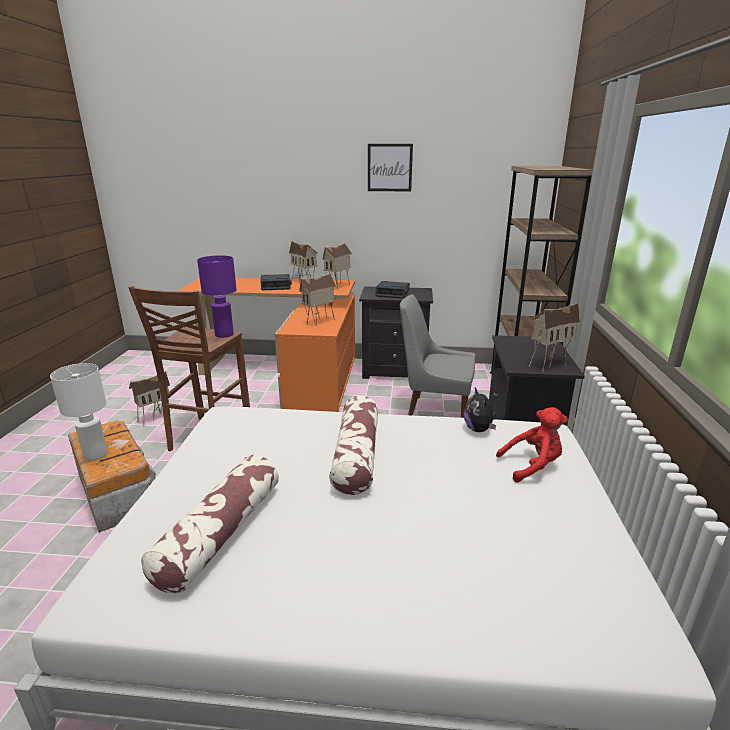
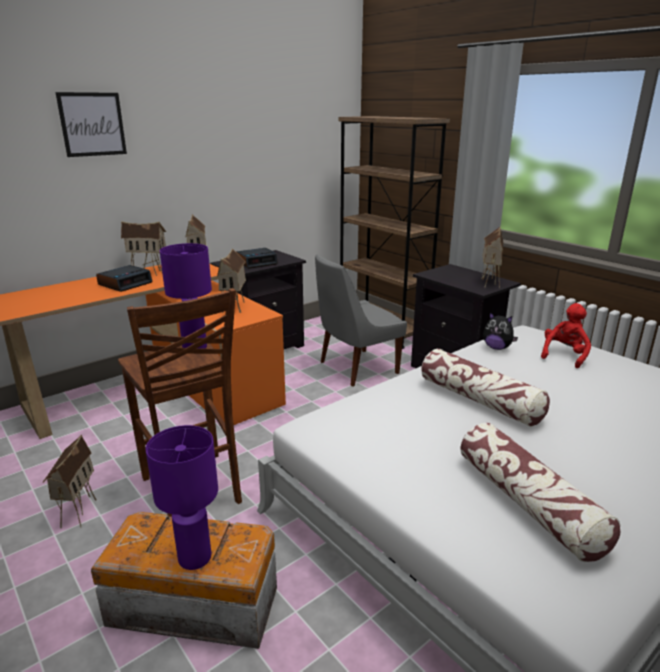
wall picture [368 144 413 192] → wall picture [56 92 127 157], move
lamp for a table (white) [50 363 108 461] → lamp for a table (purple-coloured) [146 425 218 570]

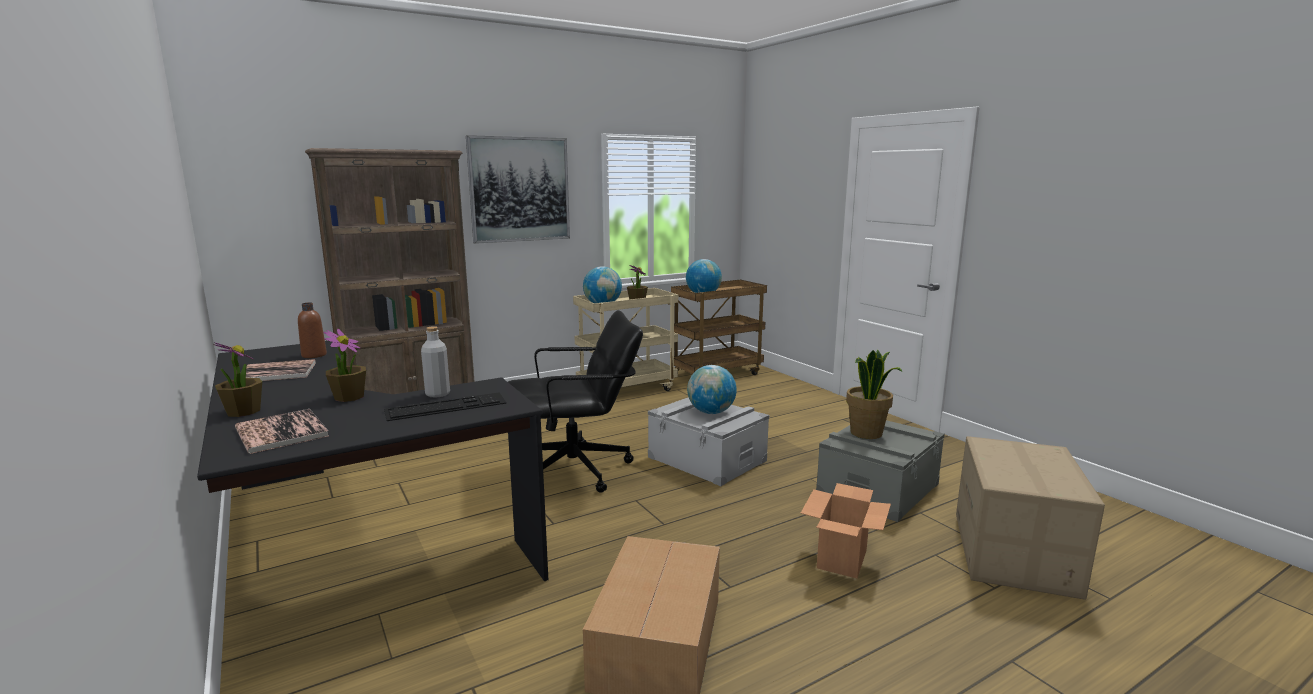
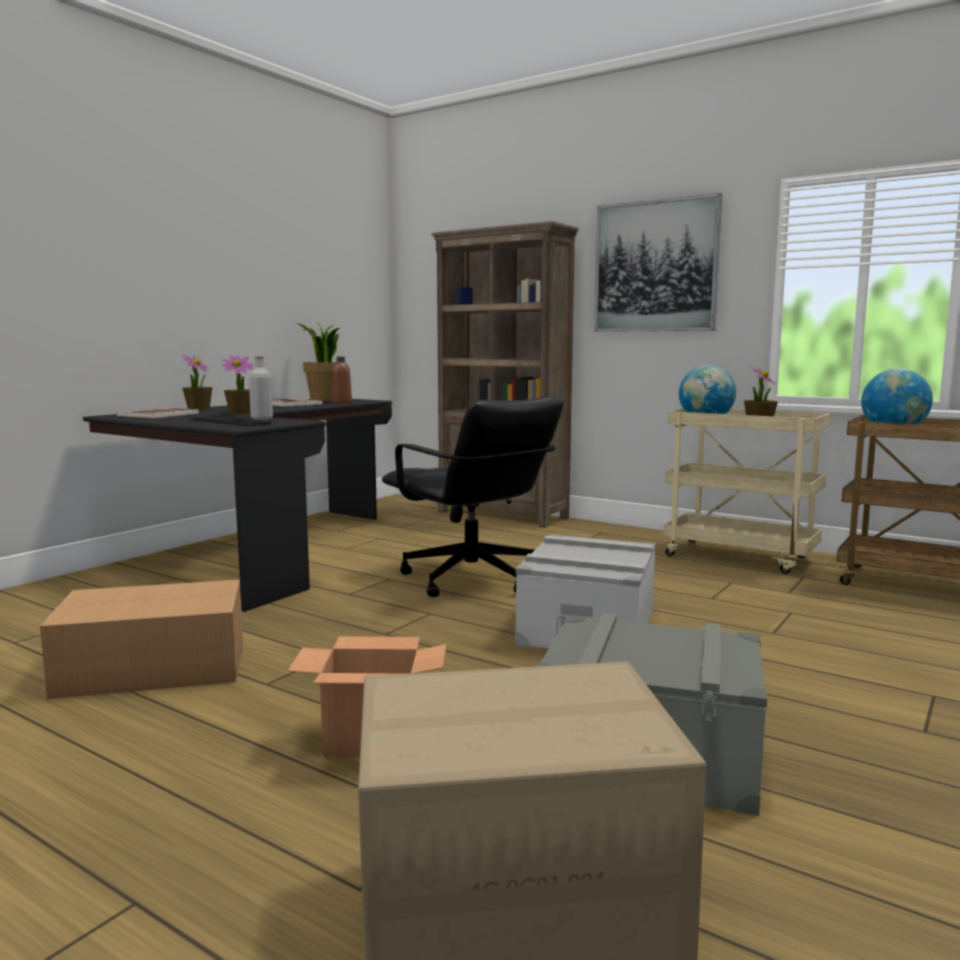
world globe [687 365 737 414] → -
potted plant [846 349 902 439] → potted plant [297 322 340 401], move

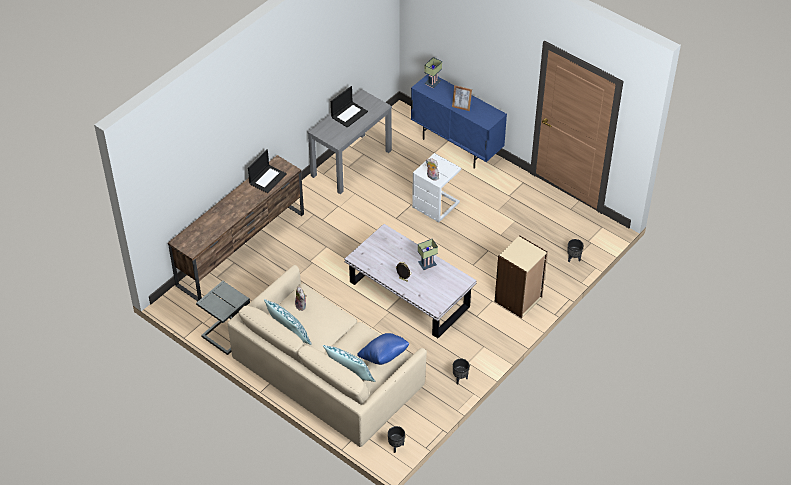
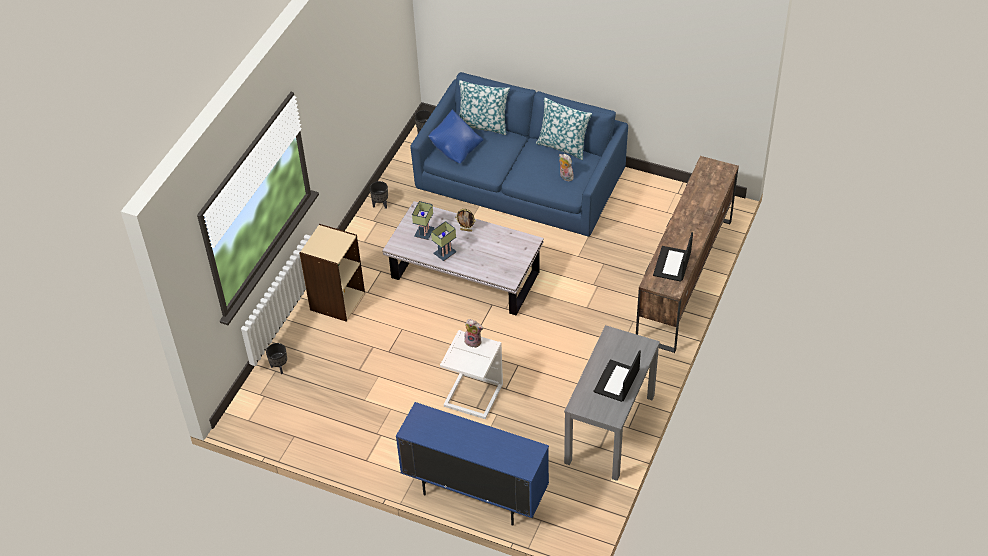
accent table (grey) [196 281 250 355] → -
picture frame [452 85 472 111] → -
lamp for a table [424 57 442 88] → lamp for a table [412 201 434 240], move
settee (beige-coloured) [227 265 427 447] → settee (blue-coloured) [410 72 628 236]

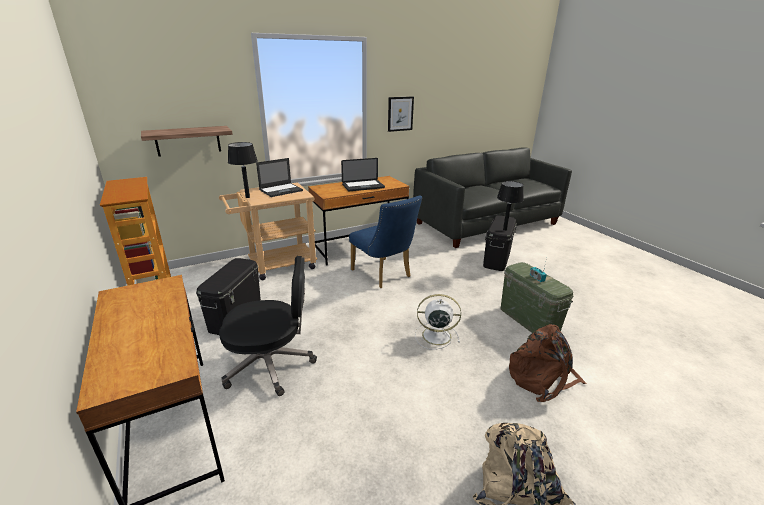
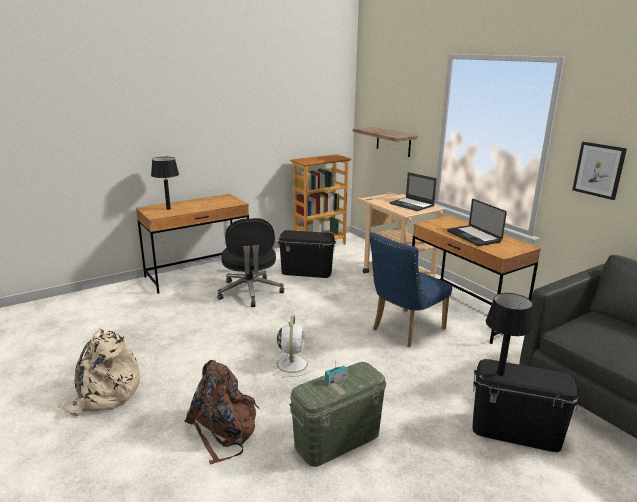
lamp for a table (black-coloured) [228 142 258 198] → lamp for a table (black-coloured) [151 157 179 210], move

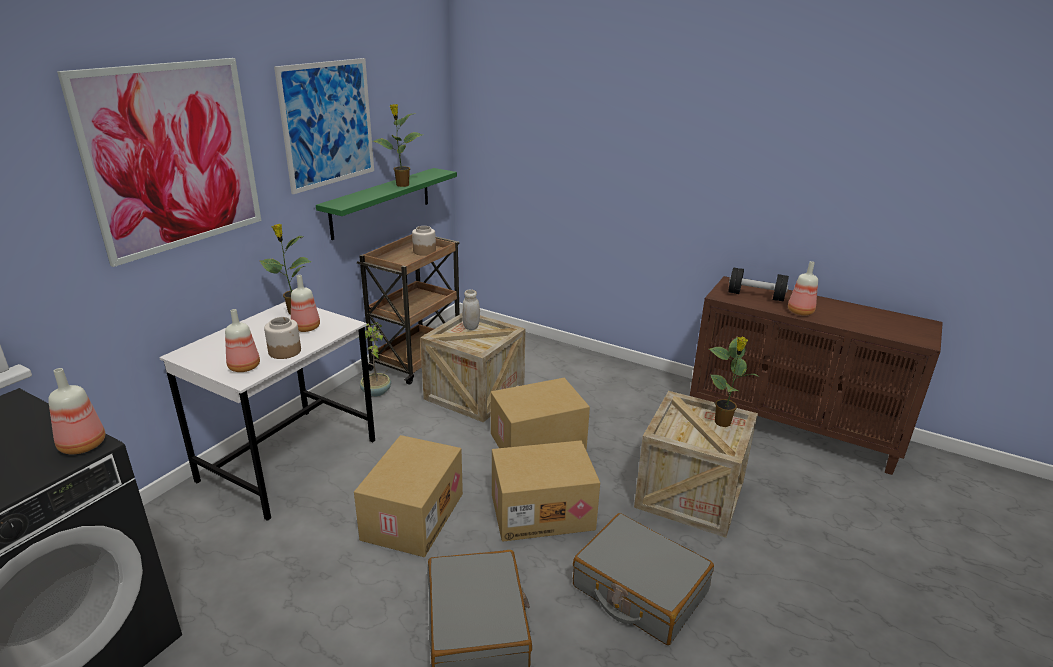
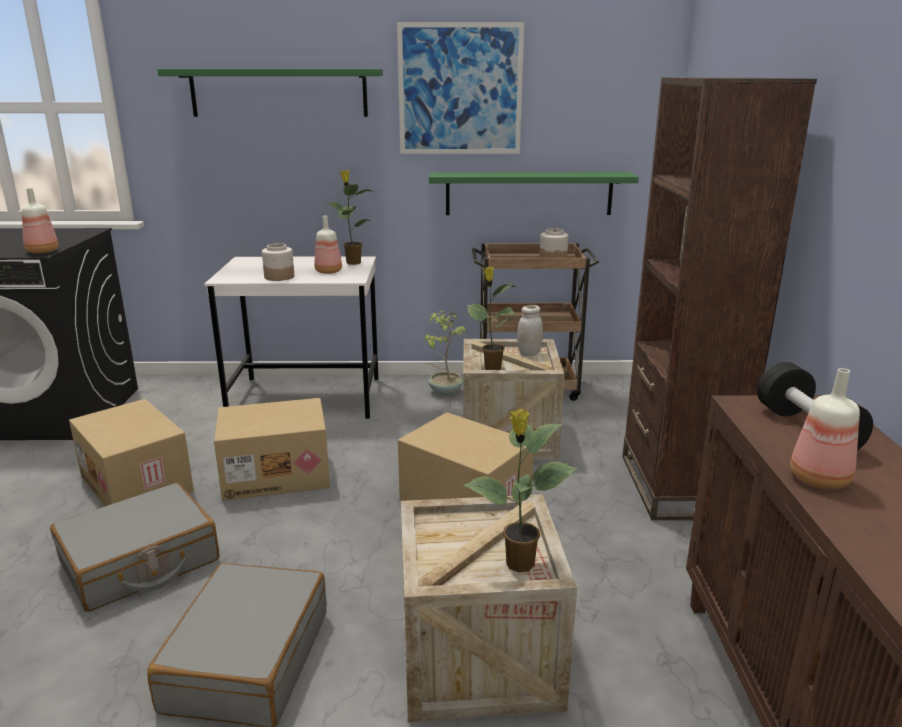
drink bottle [225 309 260 372] → -
- → bookshelf (brown) [623 77 817 520]
potted plant [373 104 423 187] → potted plant [467 267 516 370], move
packing box [492 440 600 542] → packing box [69 399 194 506], move
wall picture [57 58 261 267] → bracket shelf (green-coloured) [157 69 383 117]

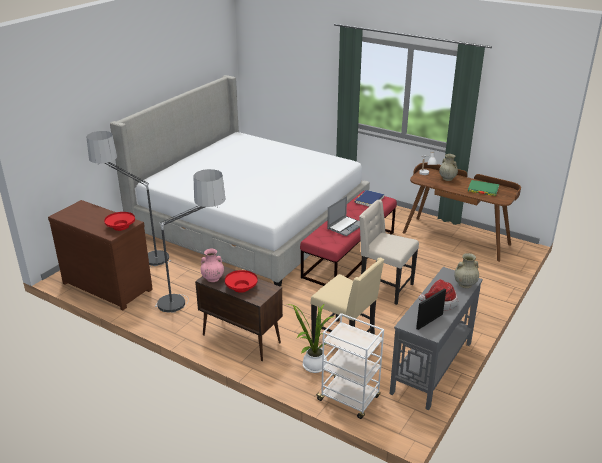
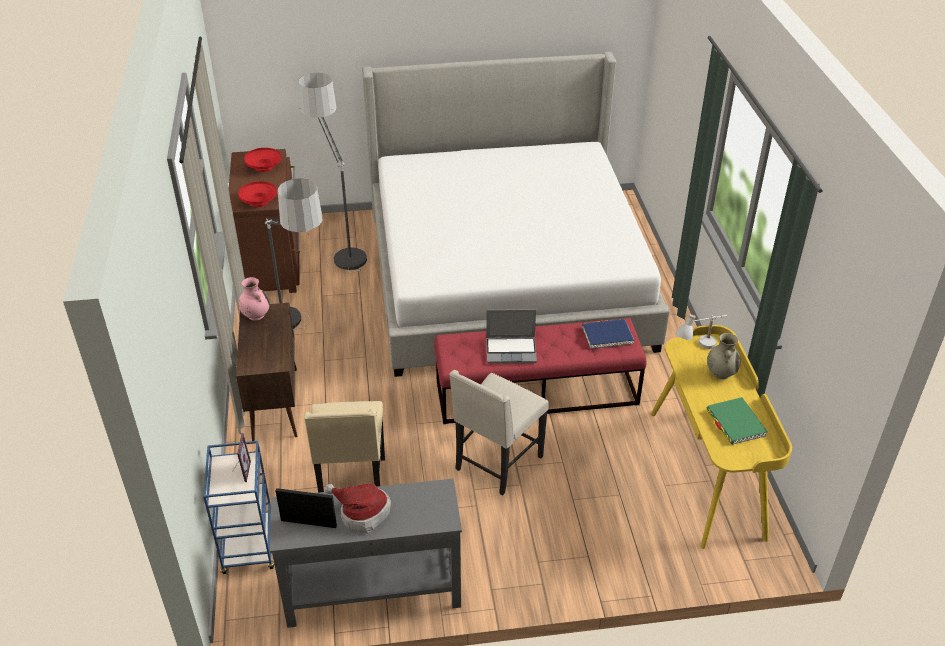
potted plant [287 303 335 373] → -
vase (beige-coloured) [454 253 479 288] → -
- → picture frame [233 433 251 482]
serving bowl (red-coloured) [225 270 258 293] → serving bowl (red-coloured) [244 148 281 172], move
trolley (white) [315 313 384 419] → trolley (blue-coloured) [203 441 274 574]
desk (brown) [403 162 521 262] → desk (yellowish) [651 325 792 549]
chair (beige-coloured) [359 200 419 305] → chair (beige-coloured) [449 370 549 495], 135 degrees counterclockwise

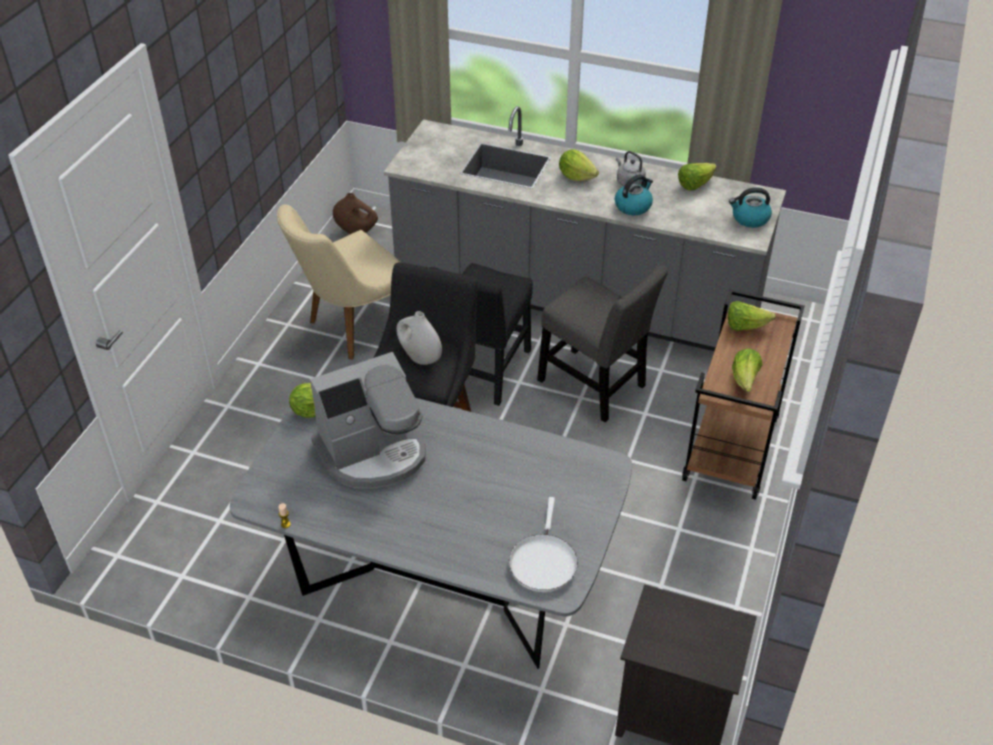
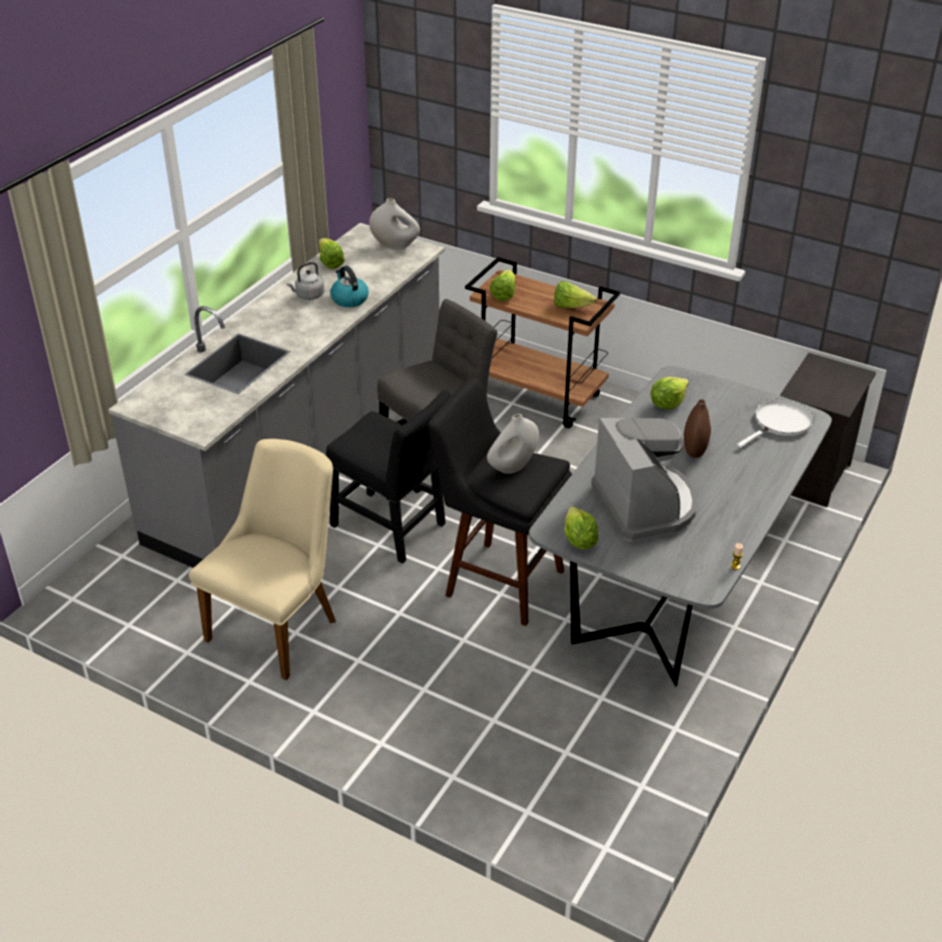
vase (brown) [333 193 378 234] → vase (brown) [684 399 711 458], move
lettuce head [559 149 599 181] → lettuce head [650 377 689 410], move
kettle [729 187 772 228] → vase (white) [369 198 420 250]
chair (beige-coloured) [277 205 400 359] → chair (beige-coloured) [189 439 336 680], 120 degrees counterclockwise
pan (white) [509 497 578 592] → pan (white) [737 399 814 448], 60 degrees counterclockwise

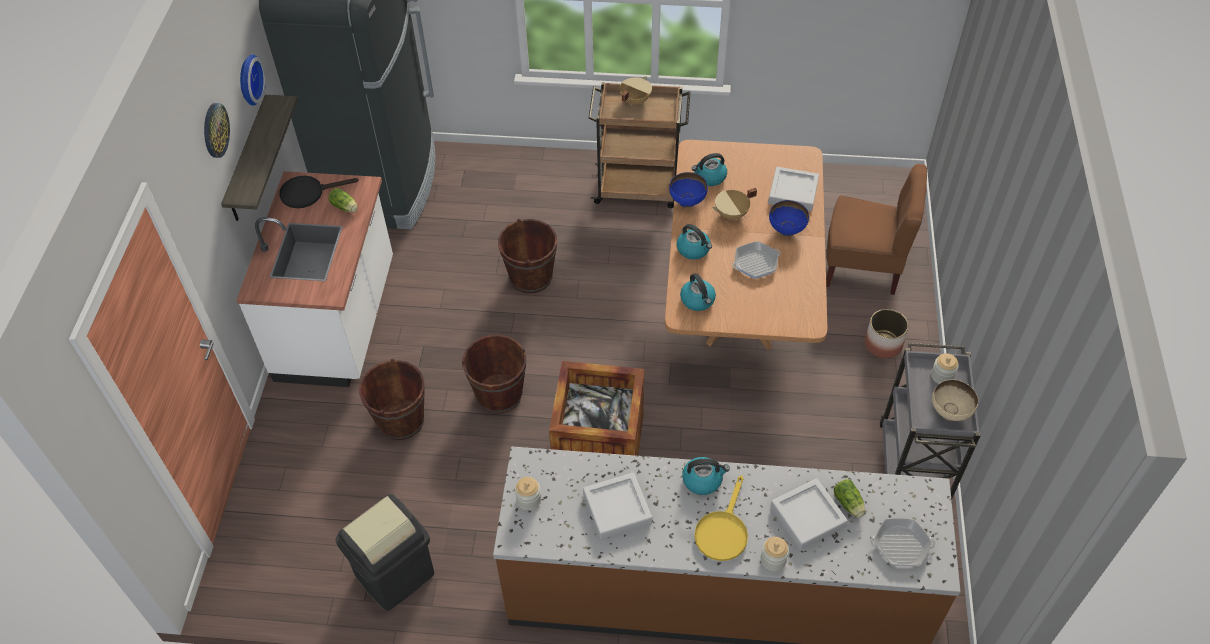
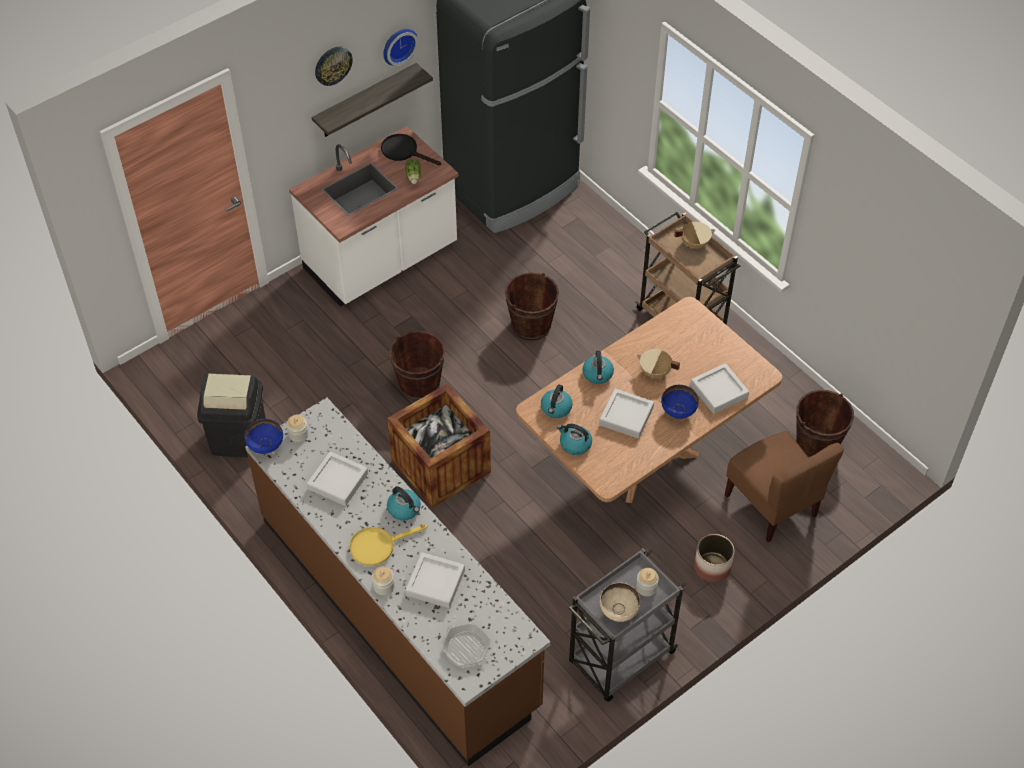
lettuce head [834 479 865 518] → -
bucket (brown) [359 359 425 440] → bucket (brown) [796 390 854 458], move
serving bowl (blue-coloured) [669 172 708 208] → serving bowl (blue-coloured) [244 419 283 454], move
kettle [692 153 727 186] → kettle [557 424 592 455], move
pan [732 241 780 279] → carrying tray (grey) [599 389 654 439]

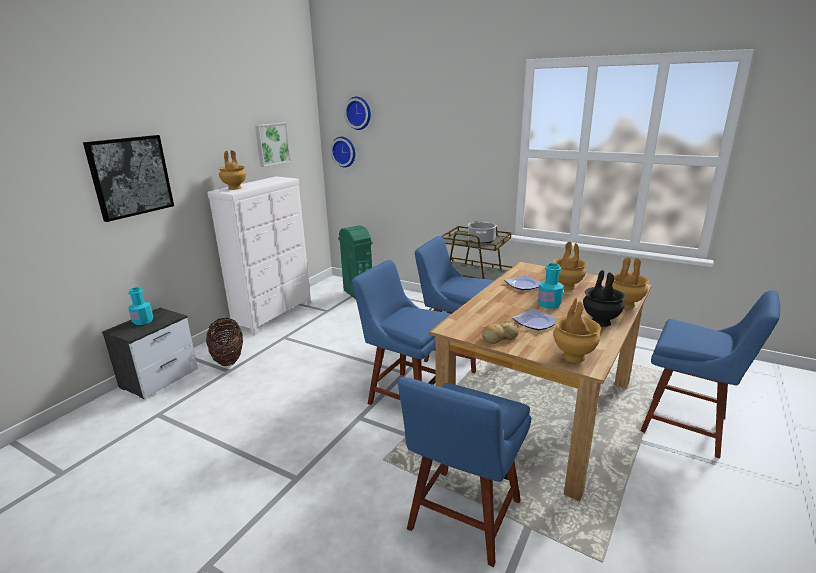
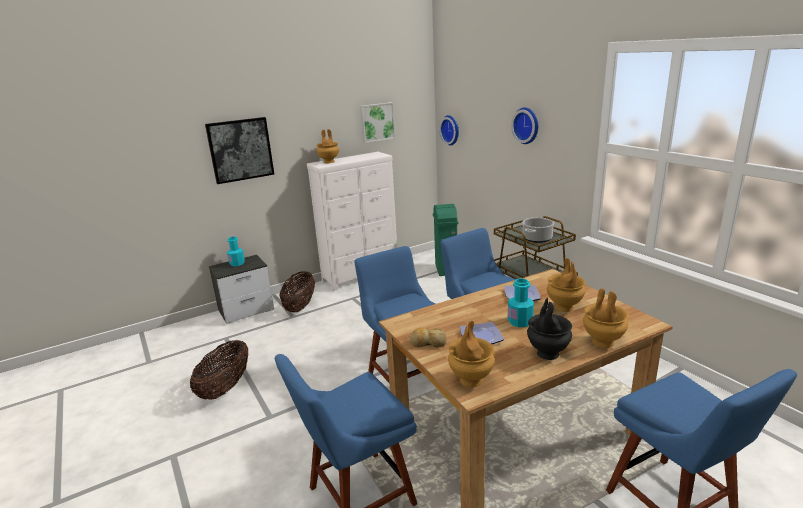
- → storage basket [190 340 248 400]
clock on the wall [344 96 371 130] → clock on the wall [511 107 538 144], move

